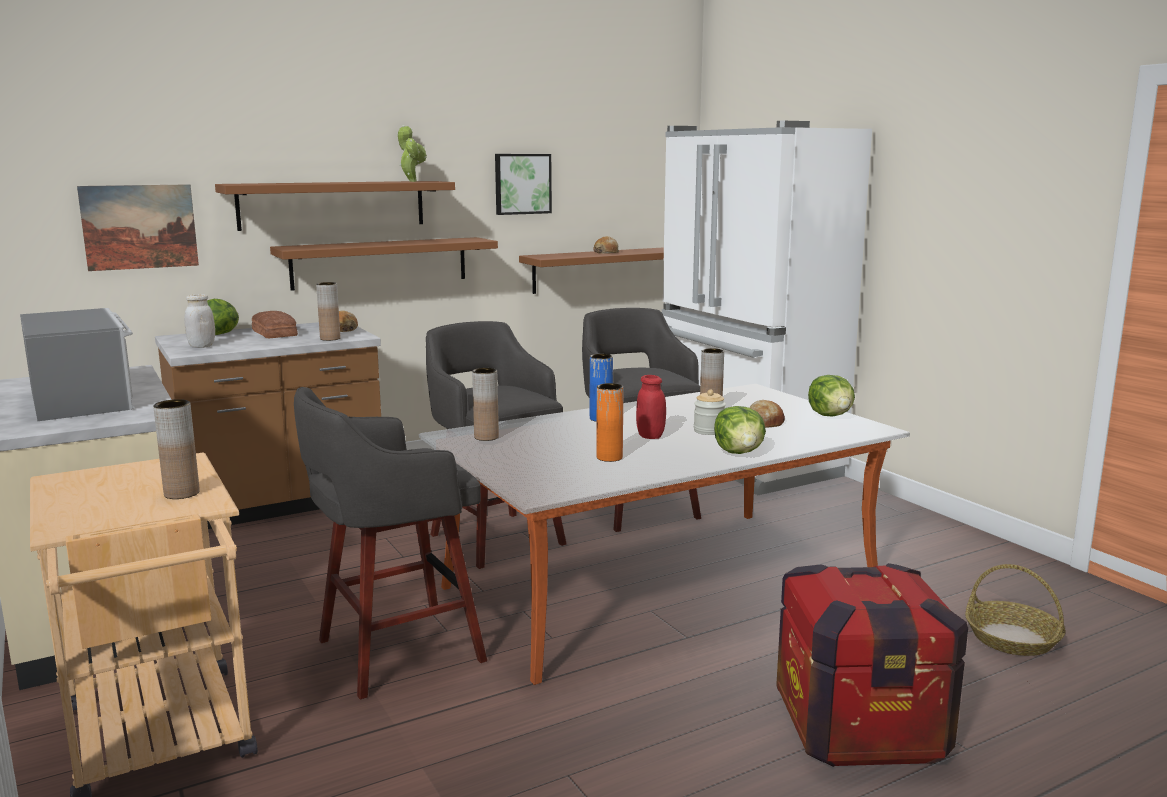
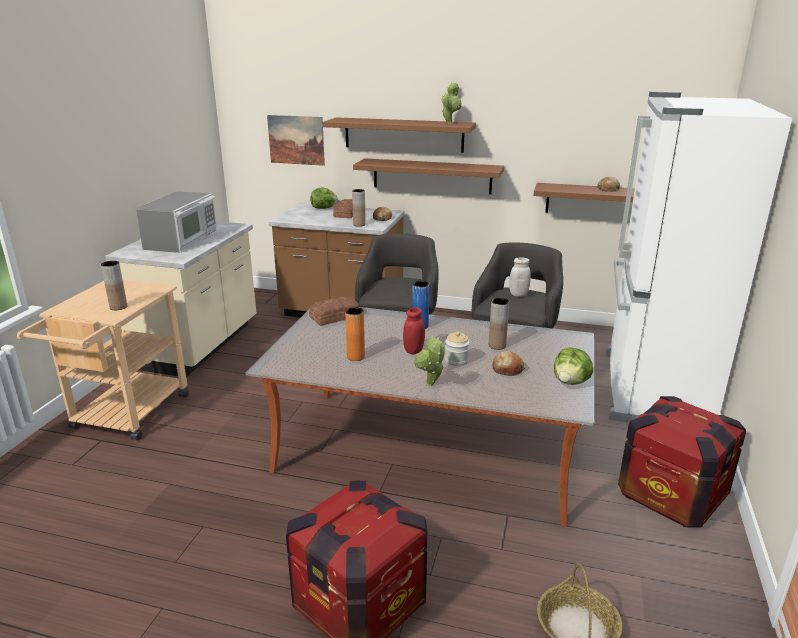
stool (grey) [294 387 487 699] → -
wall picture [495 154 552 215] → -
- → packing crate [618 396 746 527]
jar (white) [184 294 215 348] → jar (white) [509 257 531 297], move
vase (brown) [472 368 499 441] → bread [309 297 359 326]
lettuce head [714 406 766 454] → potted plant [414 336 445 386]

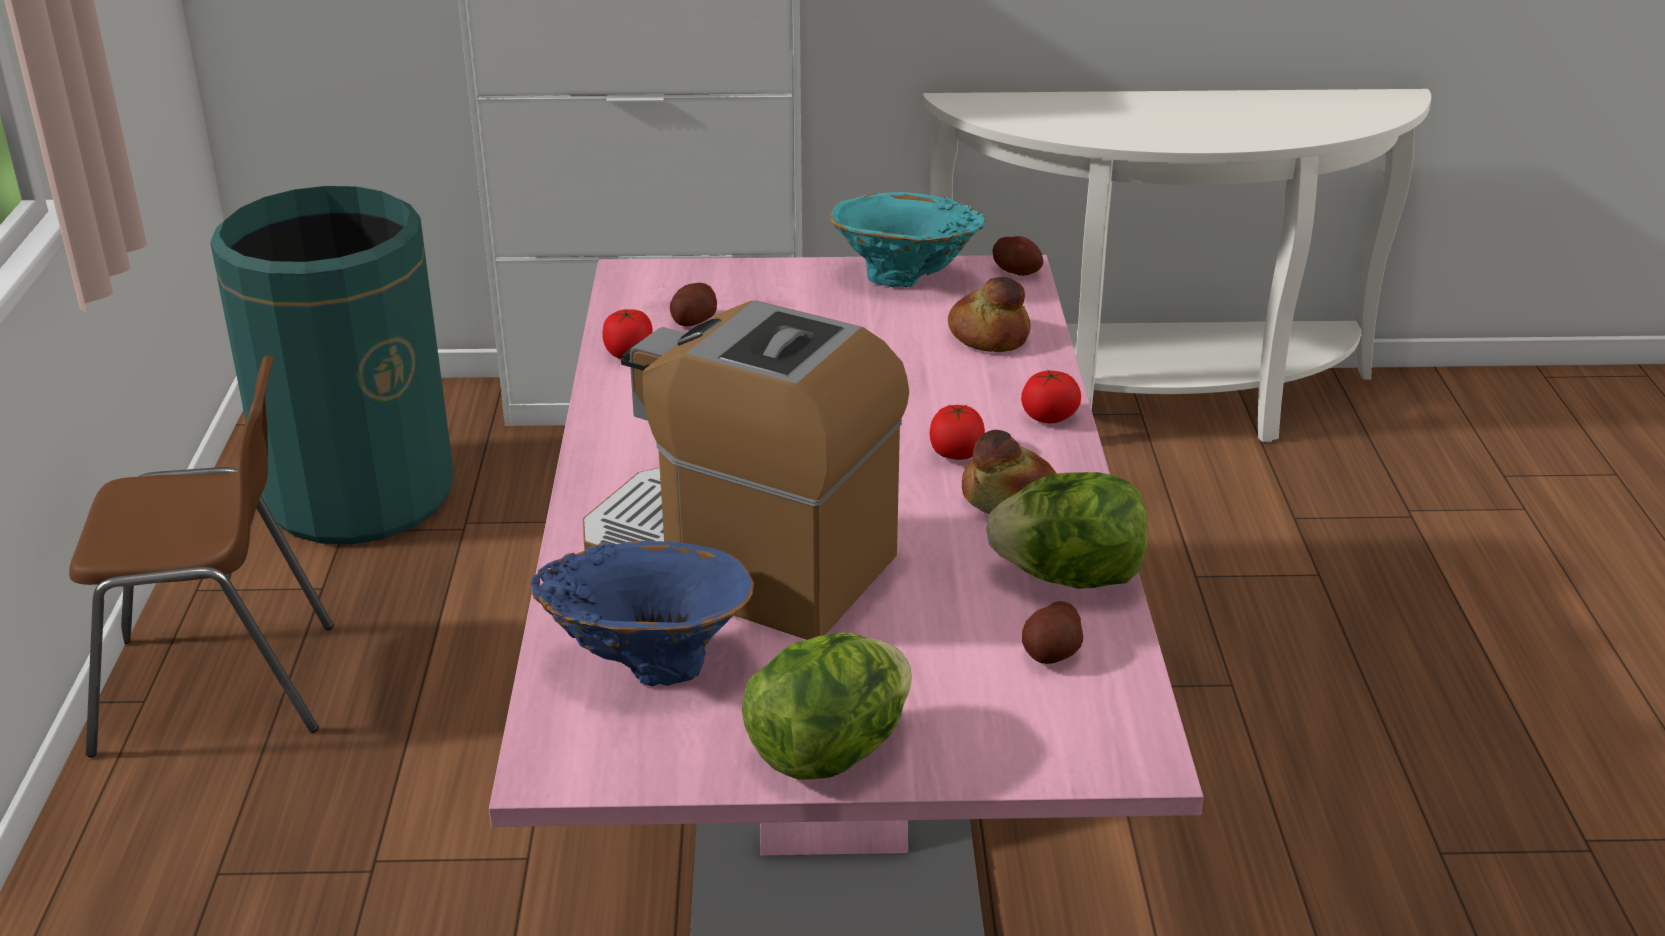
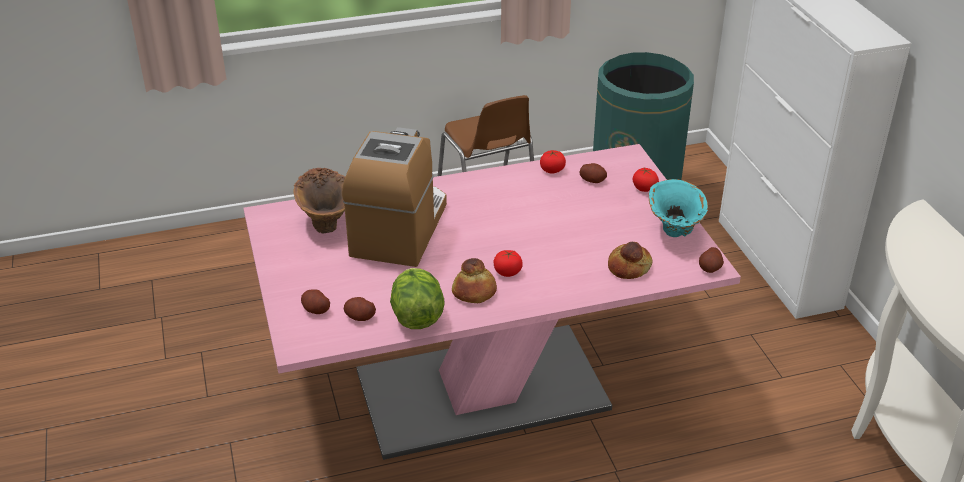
lettuce head [742 632 912 780] → -
- → whole potato [301 289 330 314]
tomato [1021 370 1081 423] → tomato [633 168 659 192], move
vase (blue-coloured) [530 541 754 686] → vase (brown) [294 168 345 234]

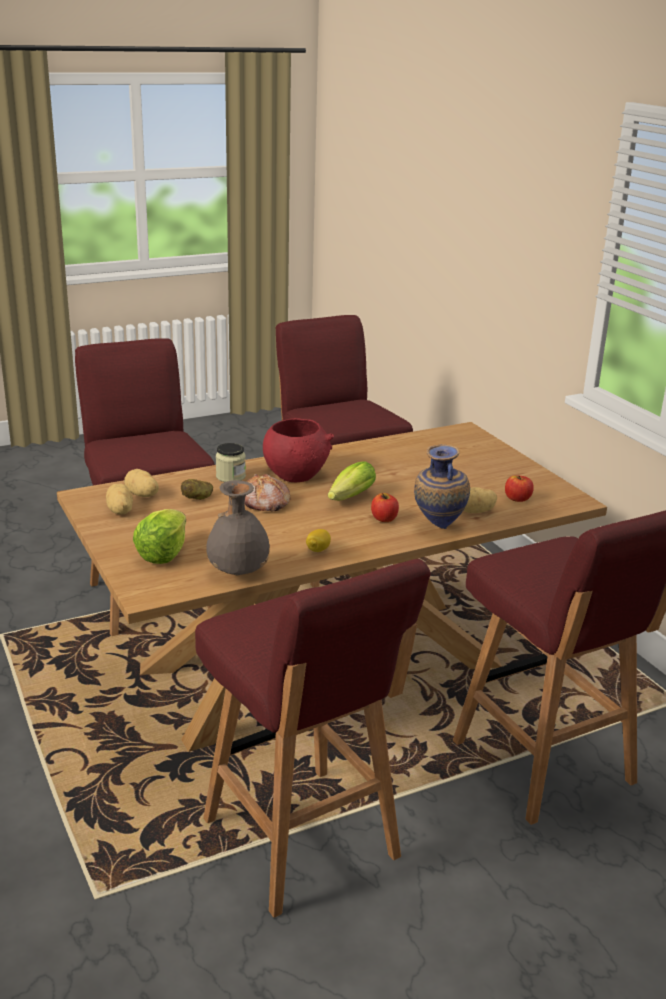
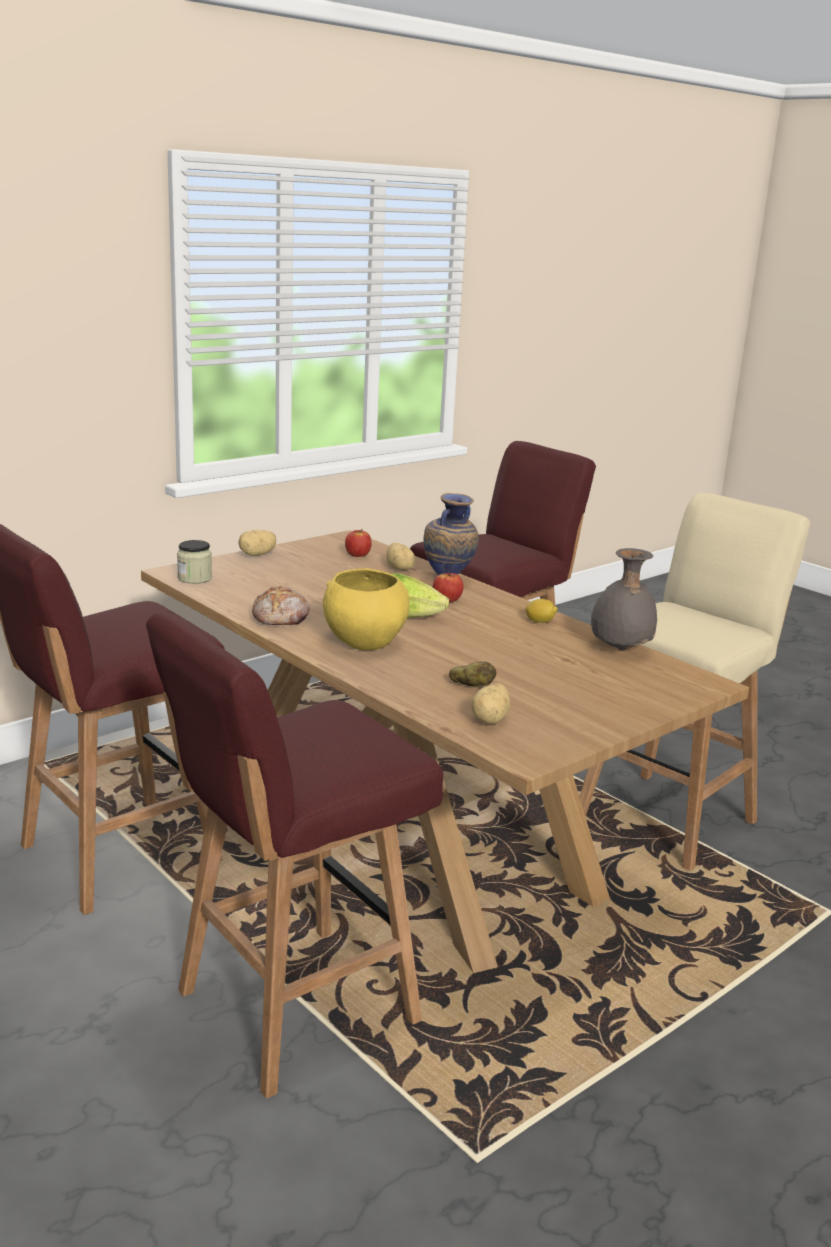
lettuce head [133 509 186 564] → -
whole potato [106 484 133 515] → whole potato [238 530 276 556], move
jar [216 443 246 482] → jar [177 540 212 584], move
bread [244 474 291 511] → bread [252 586 310 625], move
stool (red-coloured) [195 559 431 918] → stool (beige-coloured) [580 492 810 871]
serving bowl (red-coloured) [263 418 334 482] → serving bowl (yellowish) [323 568 409 650]

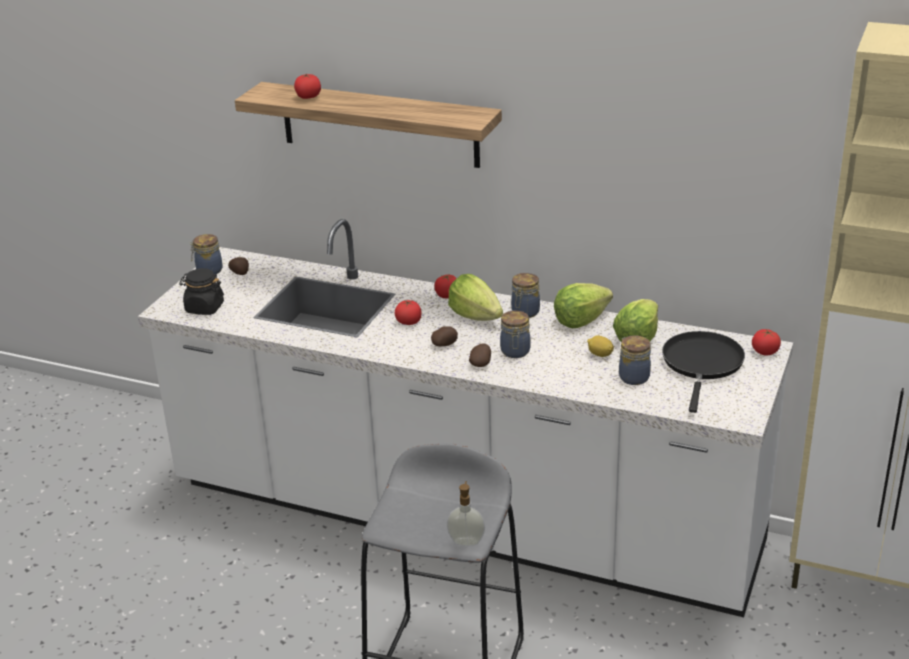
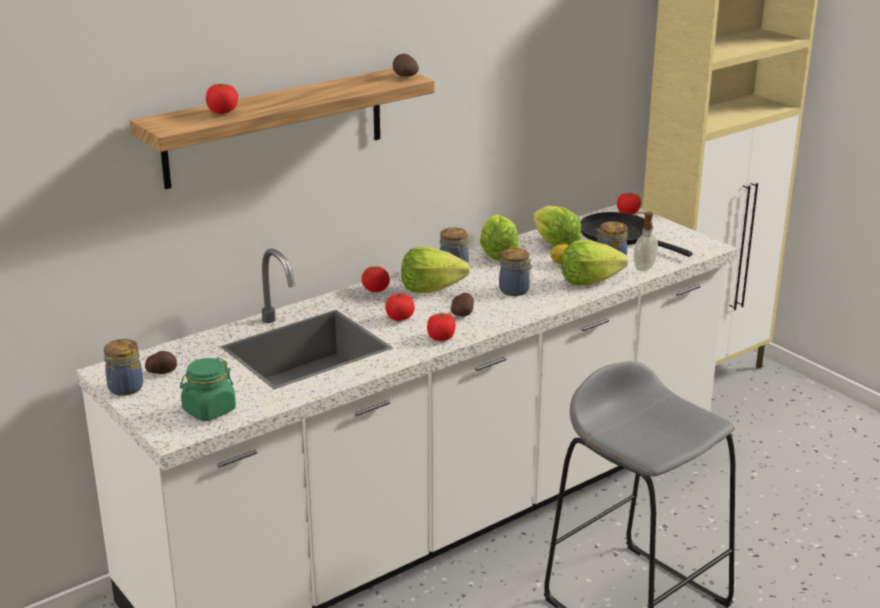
- → tomato [427 312 456 341]
- → lettuce head [561 240 628 285]
soap bottle [447 481 485 546] → soap bottle [634 211 658 271], move
whole potato [469 343 491 367] → whole potato [393 54 419 77], move
jar (black-coloured) [179 268 224 315] → jar (green-coloured) [180 358 236 421]

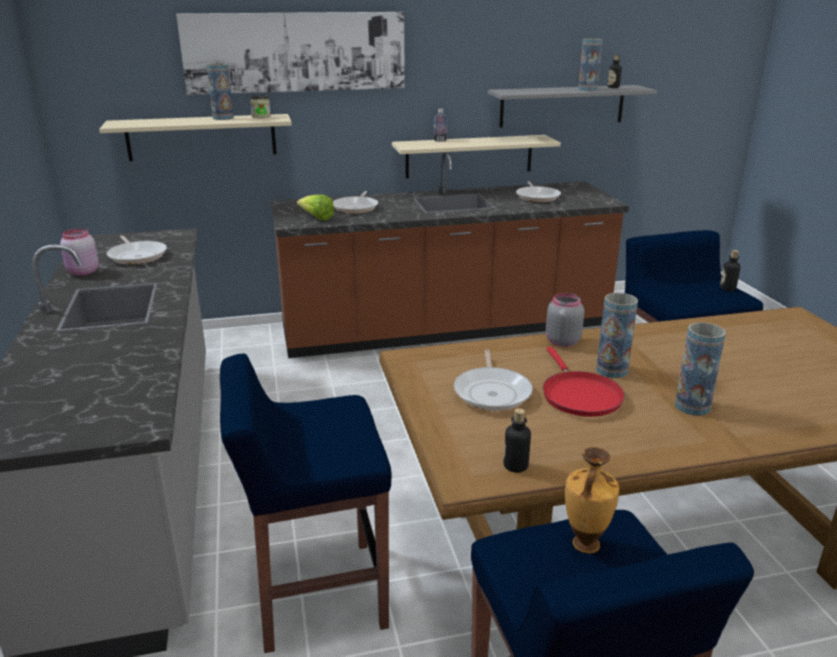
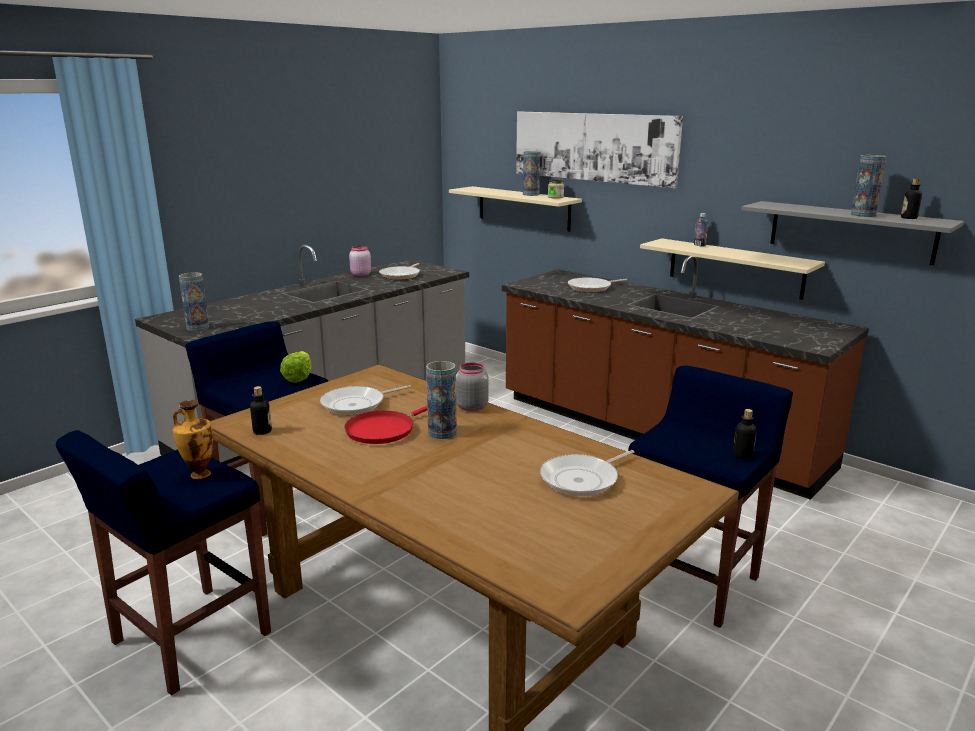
lettuce head [297 195 334 221] → lettuce head [280 351 311 383], move
pan [516 181 561 202] → pan [540 450 634 496], move
vase [675 322 726 416] → vase [179 272 209 331], move

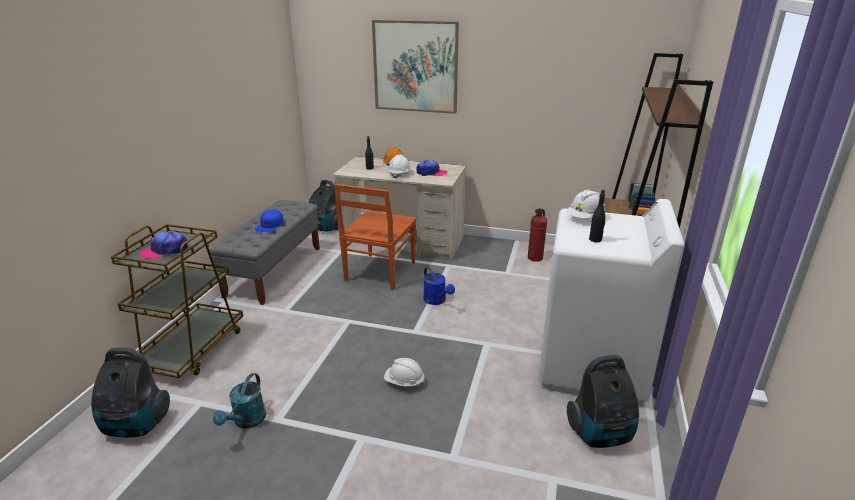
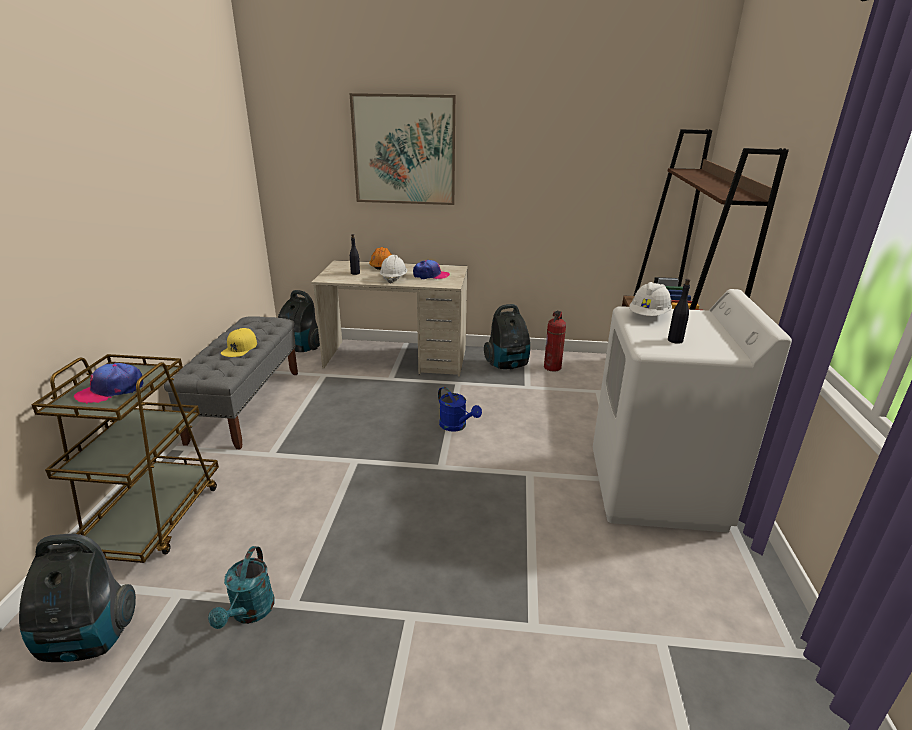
chair (brown) [334 184 417 290] → -
hard hat (white) [384 358 425 387] → -
hoover [567 355 639 448] → hoover [484 304 530 369], move
peaked cap (blue-coloured) [255 209 284 232] → peaked cap (yellowish) [221 328 257 357]

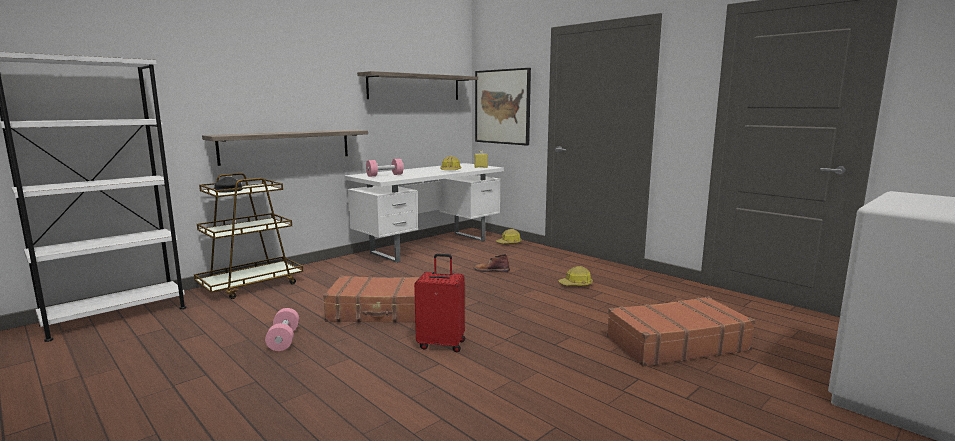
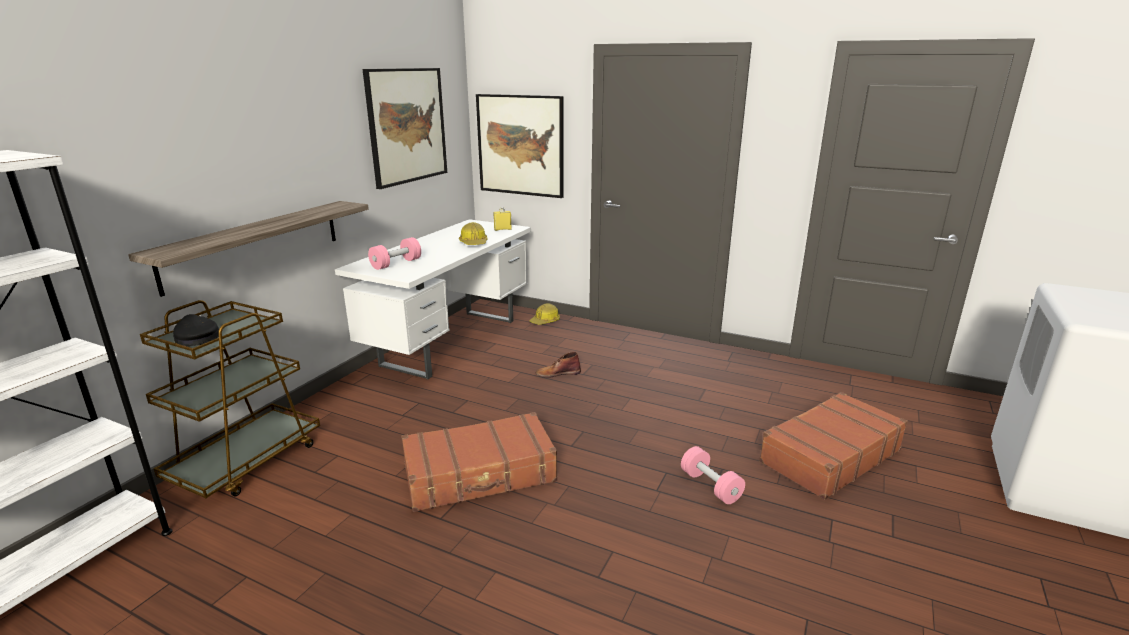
travel case (red-coloured) [414 254 465 352] → -
hard hat [558 266 593 286] → -
hand weight (pink-coloured) [265 308 299 351] → hand weight (pink-coloured) [681 446 745 504], move
bracket shelf [357 71 478 100] → wall picture [363 68 447 189]

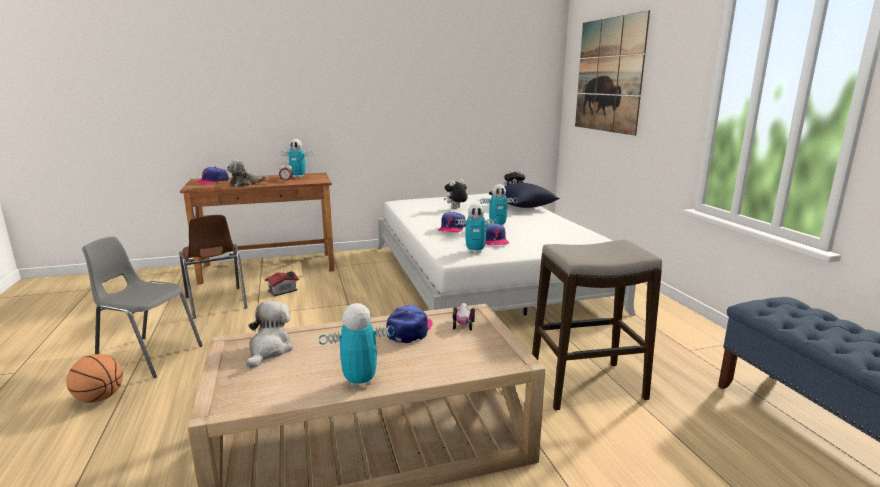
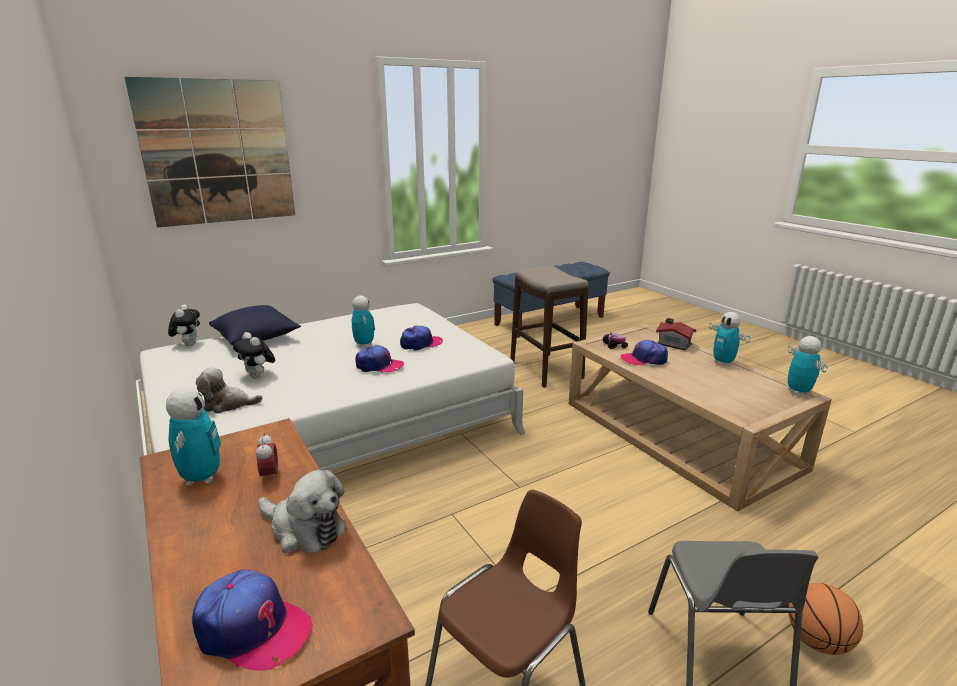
soft toy [246 301 293 368] → soft toy [196 367 262 413], move
model house [265 271 299 296] → model house [656 318 696 350], move
robot figure [455 203 498 253] → robot figure [788 336 828 395], move

